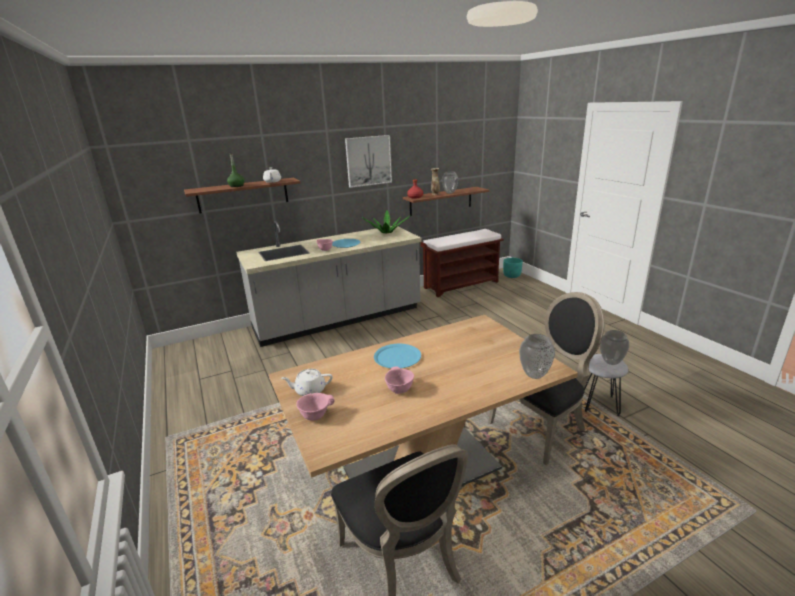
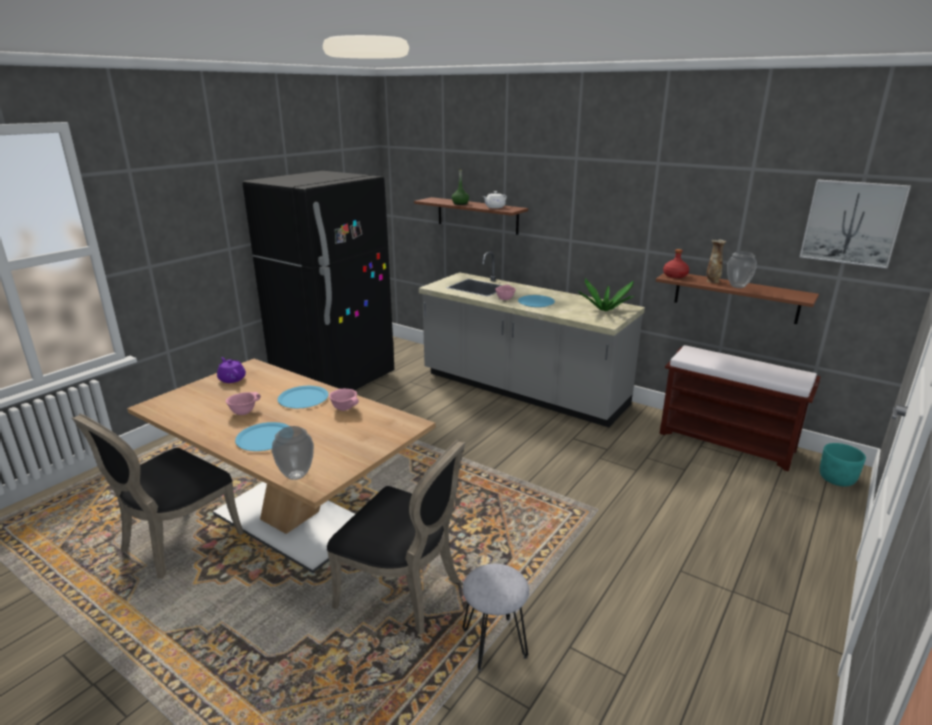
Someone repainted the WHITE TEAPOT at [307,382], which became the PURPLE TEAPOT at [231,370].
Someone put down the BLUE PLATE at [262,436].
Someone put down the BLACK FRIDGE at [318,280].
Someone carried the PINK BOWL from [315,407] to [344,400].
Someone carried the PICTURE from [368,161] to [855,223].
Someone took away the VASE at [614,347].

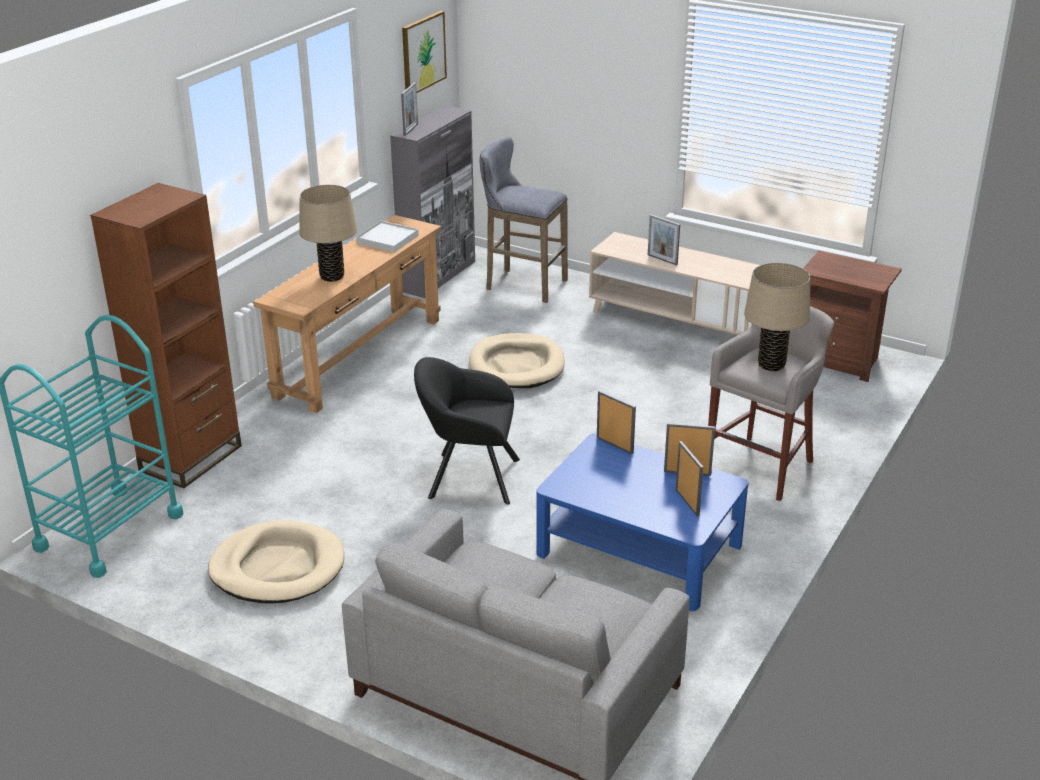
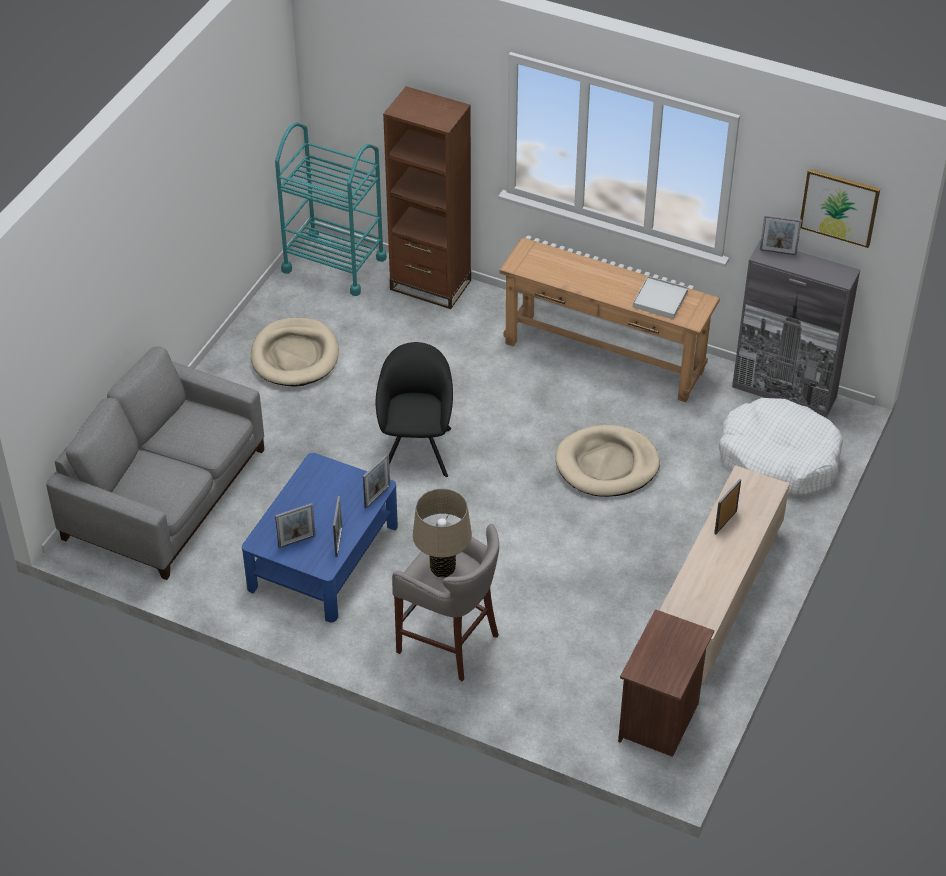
Someone swapped the GREY STOOL at [524,220] for the WHITE DOG BED at [781,447].
Someone took away the BEIGE TABLE LAMP at [328,233].

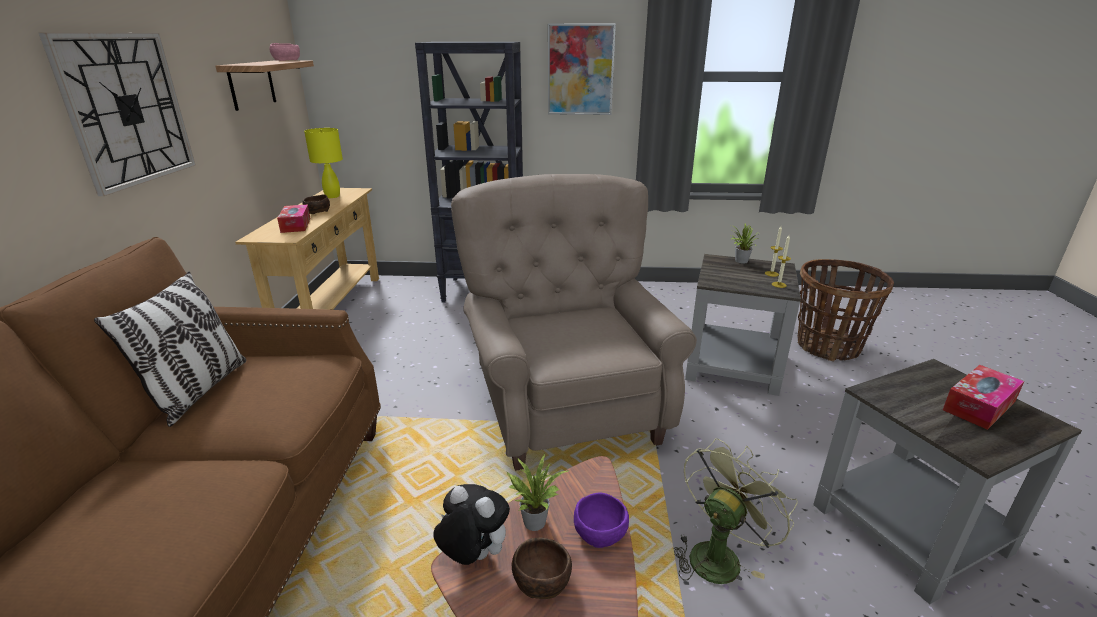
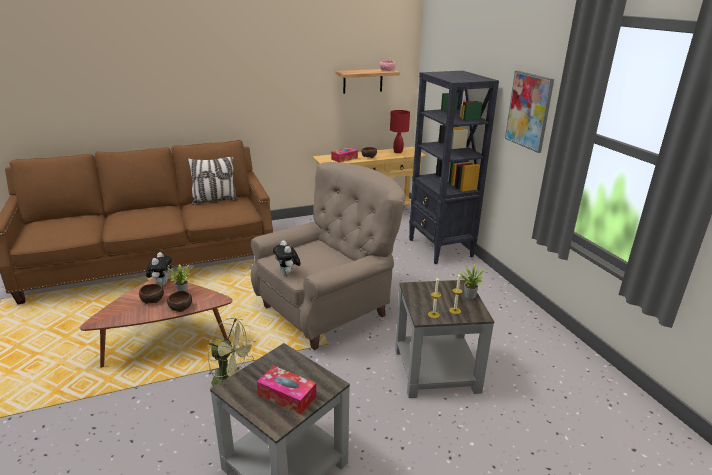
Someone repainted the PURPLE BOWL at [601,520], which became the BROWN BOWL at [179,301].
Someone put down the PLUSH TOY at [287,257].
Someone repainted the YELLOW TABLE LAMP at [323,163], which became the RED TABLE LAMP at [400,131].
Someone took away the WALL CLOCK at [117,114].
Someone took away the BASKET at [846,310].

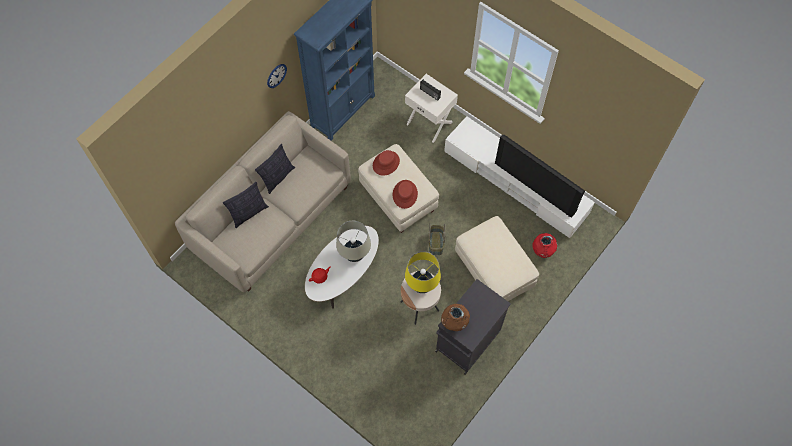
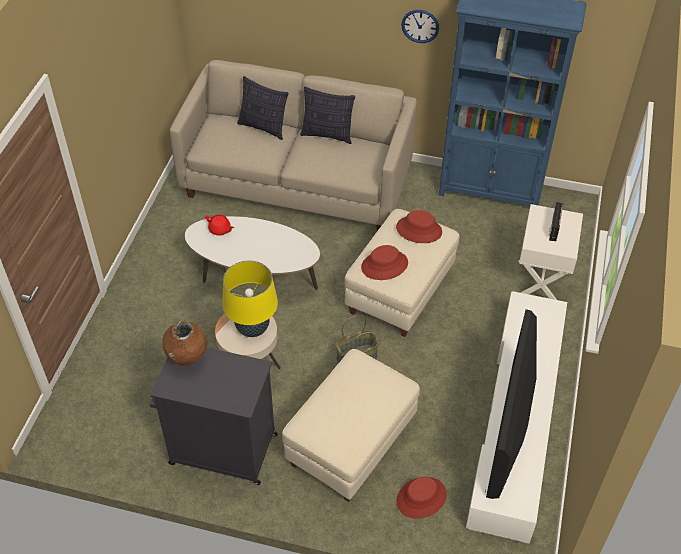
Someone swapped the RED VASE at [544,245] for the RED HAT at [421,498].
Someone took away the BEIGE TABLE LAMP at [353,241].

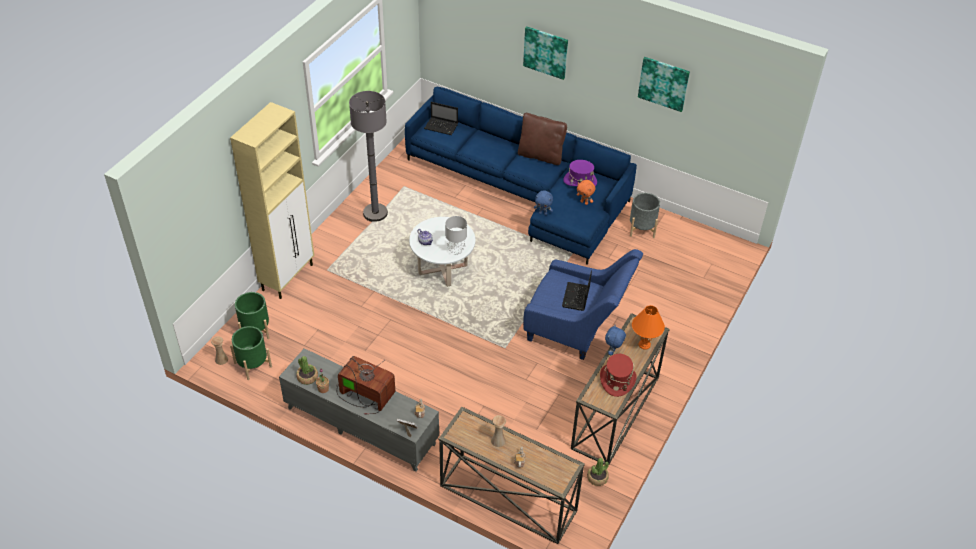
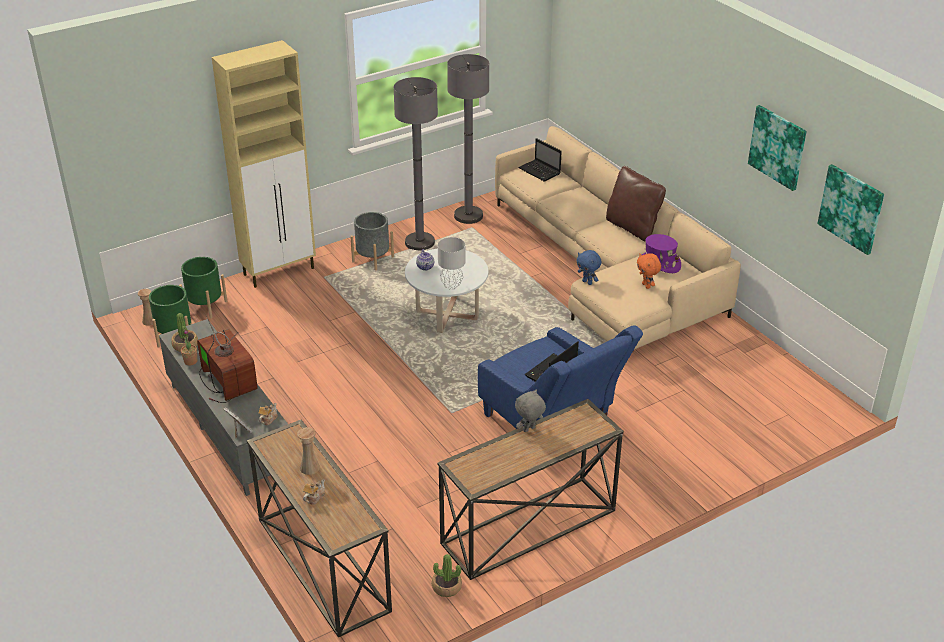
Someone carried the GREY PLANTER from [645,215] to [372,241].
Someone put down the GREY FLOOR LAMP at [468,139].
Someone repainted the BLUE SOFA at [521,176], which became the BEIGE SOFA at [618,238].
Someone repainted the BLUE PLUSH TOY at [615,340], which became the GREY PLUSH TOY at [530,410].
Someone carried the PICTURE from [545,53] to [850,209].
Someone took away the RED HAT at [618,375].
Someone took away the ORANGE TABLE LAMP at [648,327].

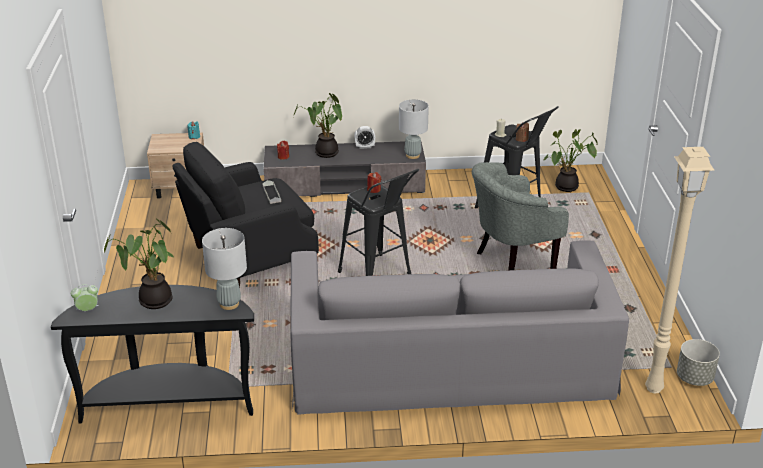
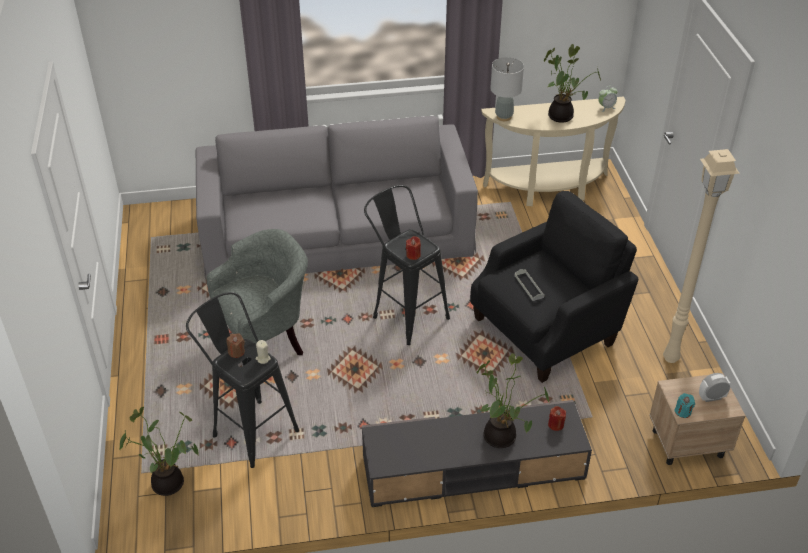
Someone repainted the BLACK CONSOLE TABLE at [152,354], which became the BEIGE CONSOLE TABLE at [553,151].
Someone carried the BEIGE FLOOR LAMP from [680,270] to [701,256].
Someone carried the ALARM CLOCK from [364,137] to [715,387].
Someone took away the GREY TABLE LAMP at [414,129].
Someone took away the GREY PLANTER at [698,362].

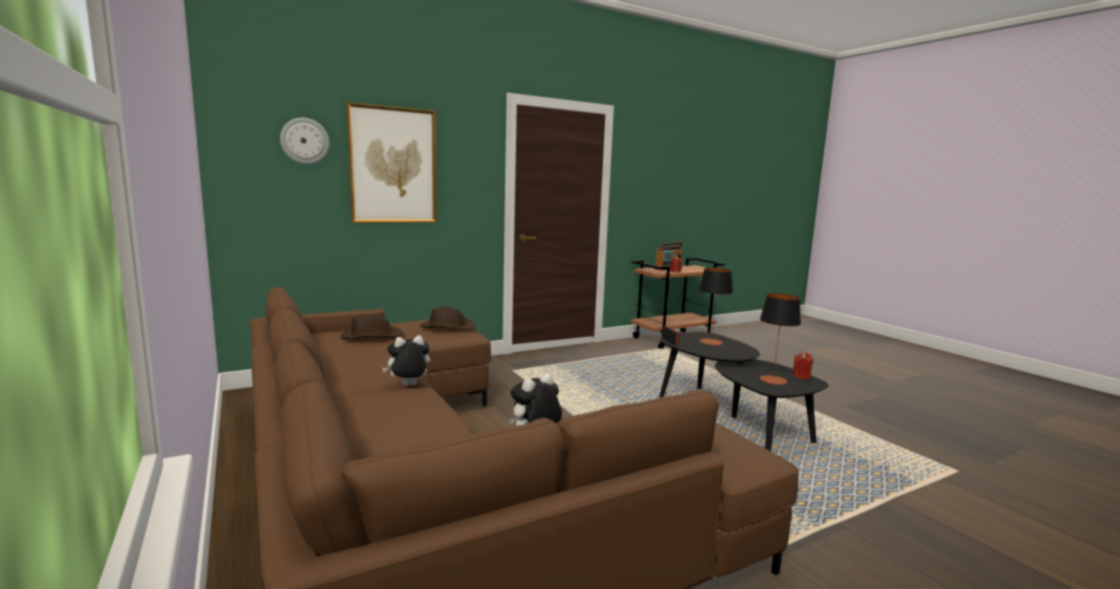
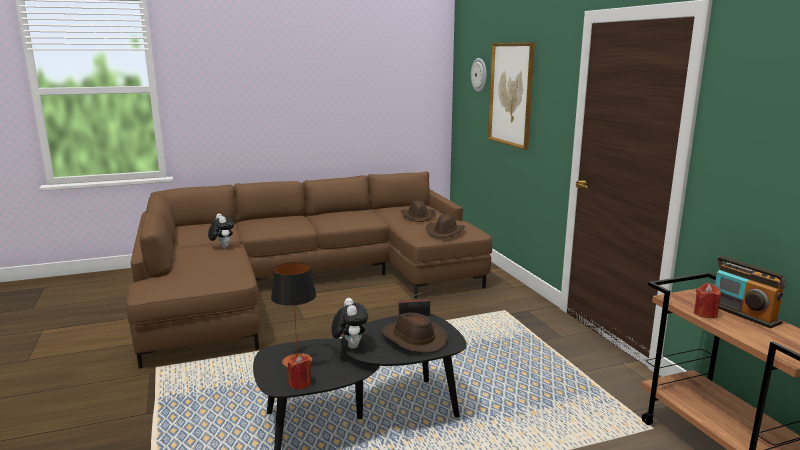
Someone carried the PLUSH TOY from [406,360] to [350,323].
Someone swapped the TABLE LAMP at [716,306] for the BROWN HAT at [414,333].

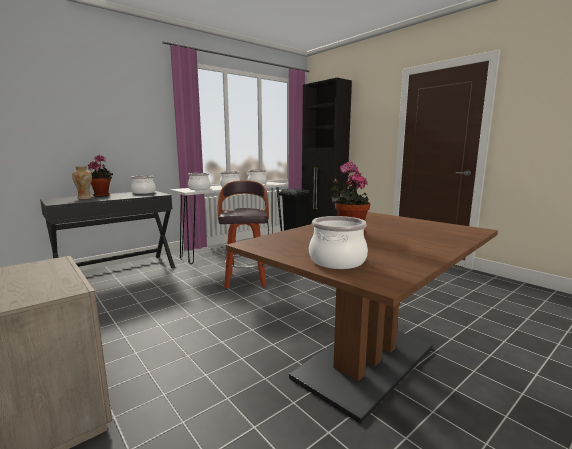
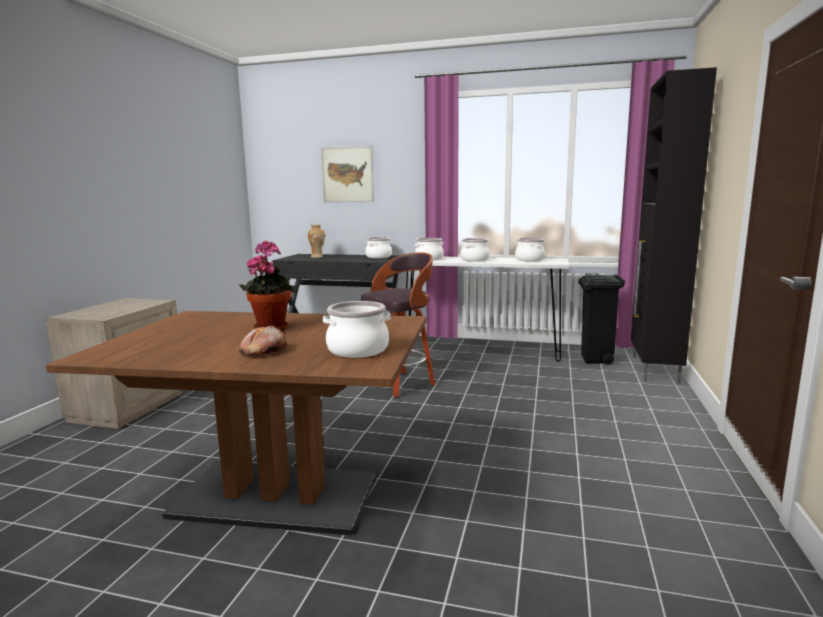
Someone put down the BREAD at [263,340].
Someone put up the PICTURE at [347,174].
Someone carried the COOKING POT from [338,242] to [357,329].
Someone took away the POTTED PLANT at [100,176].

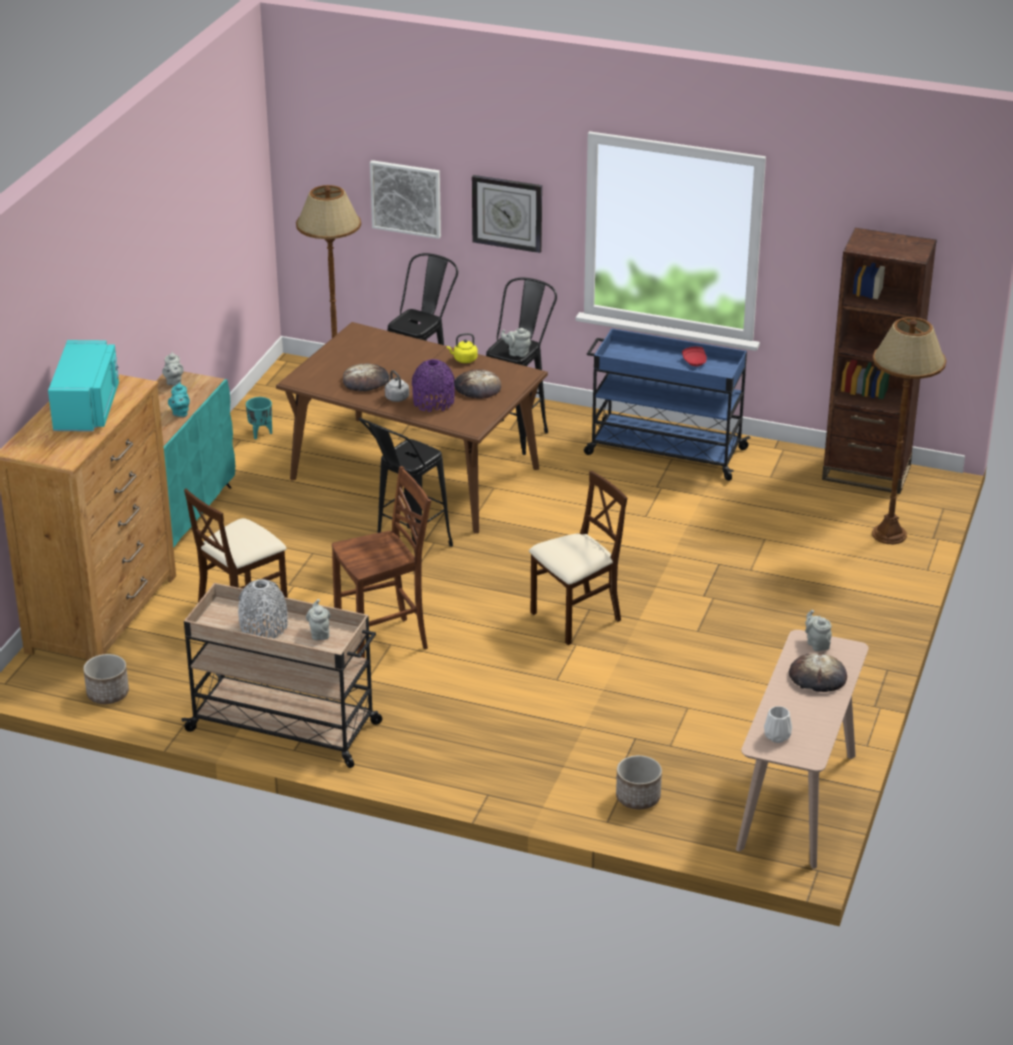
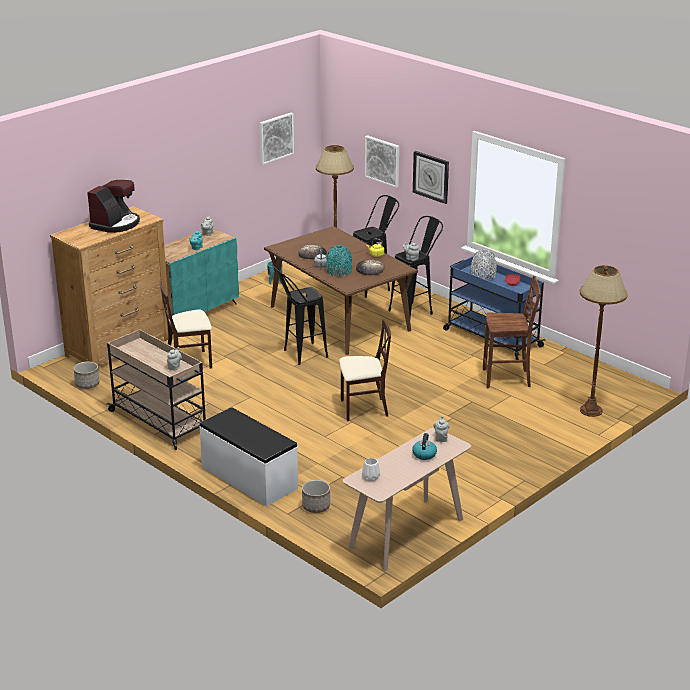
Someone swapped the TURQUOISE MICROWAVE at [83,386] for the COFFEE MACHINE at [113,206].
Someone put down the WHITE BENCH at [248,456].
Someone put up the PICTURE at [276,139].
Someone repainted the PURPLE VASE at [433,385], which became the TURQUOISE VASE at [339,261].
Someone swapped the BREAD at [818,672] for the KETTLE at [424,446].
Someone carried the GREY VASE from [263,609] to [484,264].
Someone carried the BROWN CHAIR from [381,562] to [512,332].
Someone took away the BROWN BOOKCASE at [879,361].

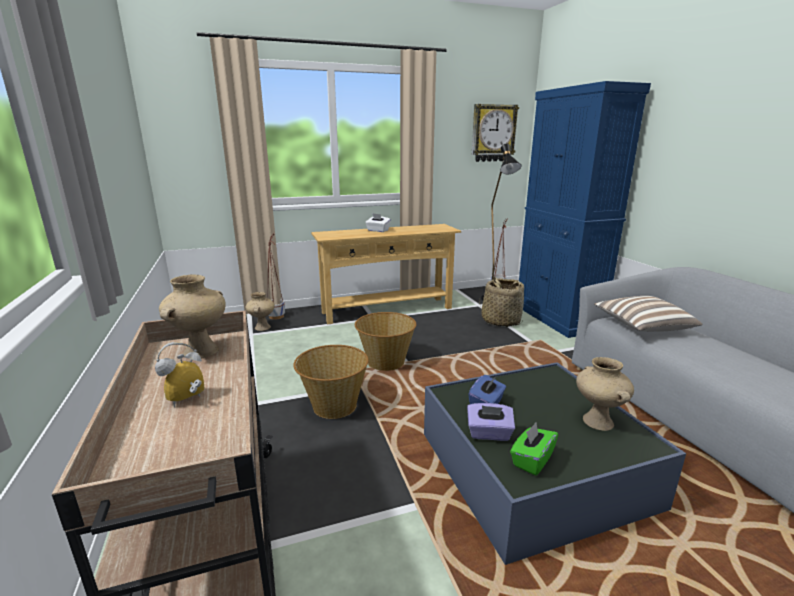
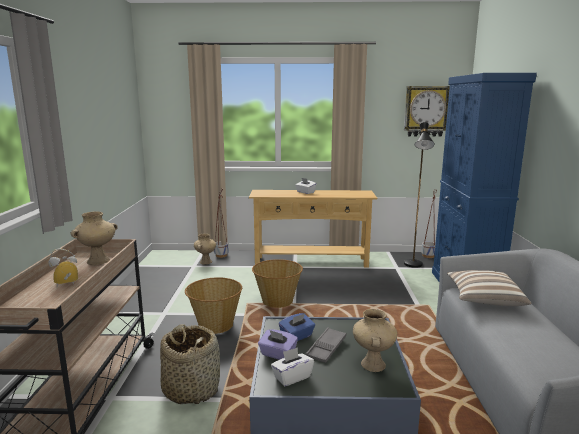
Someone carried the BASKET from [501,302] to [190,364].
Someone repainted the GREEN TISSUE BOX at [534,449], which became the WHITE TISSUE BOX at [292,366].
Someone put down the GREY TRAY at [326,345].

